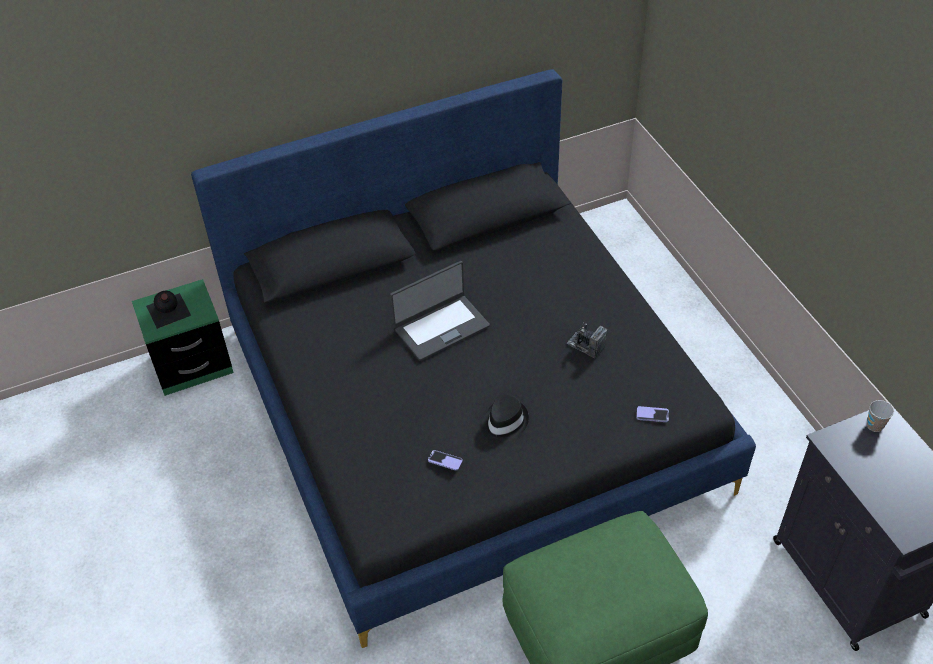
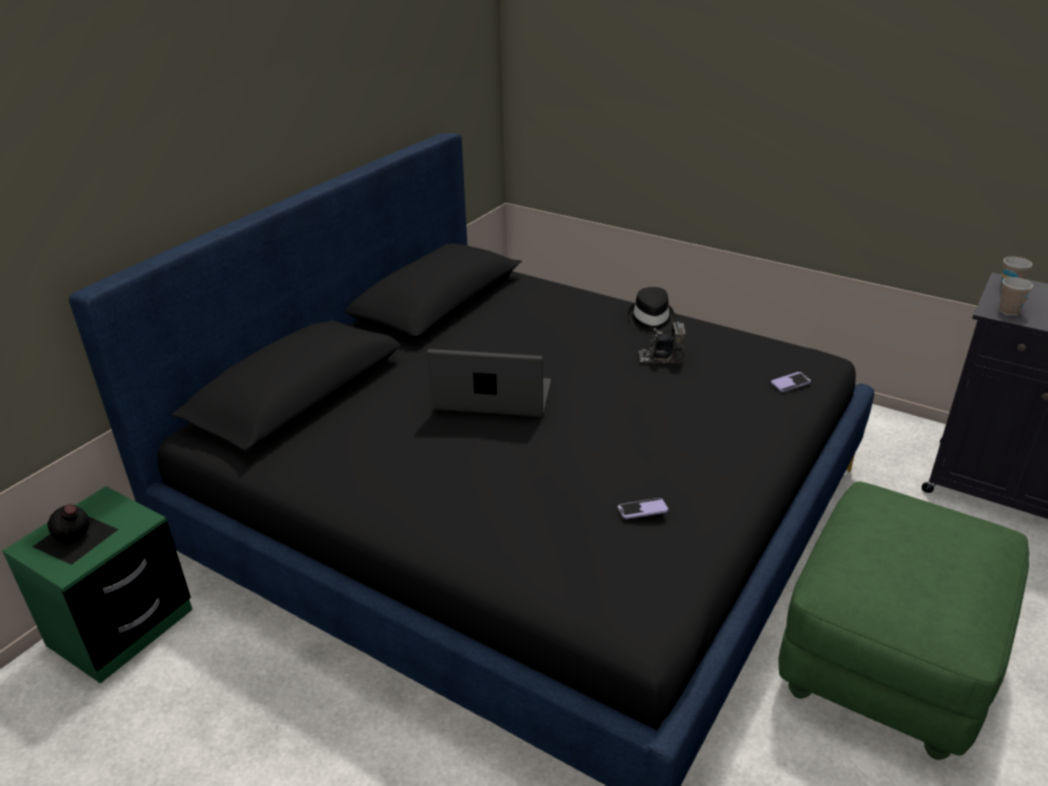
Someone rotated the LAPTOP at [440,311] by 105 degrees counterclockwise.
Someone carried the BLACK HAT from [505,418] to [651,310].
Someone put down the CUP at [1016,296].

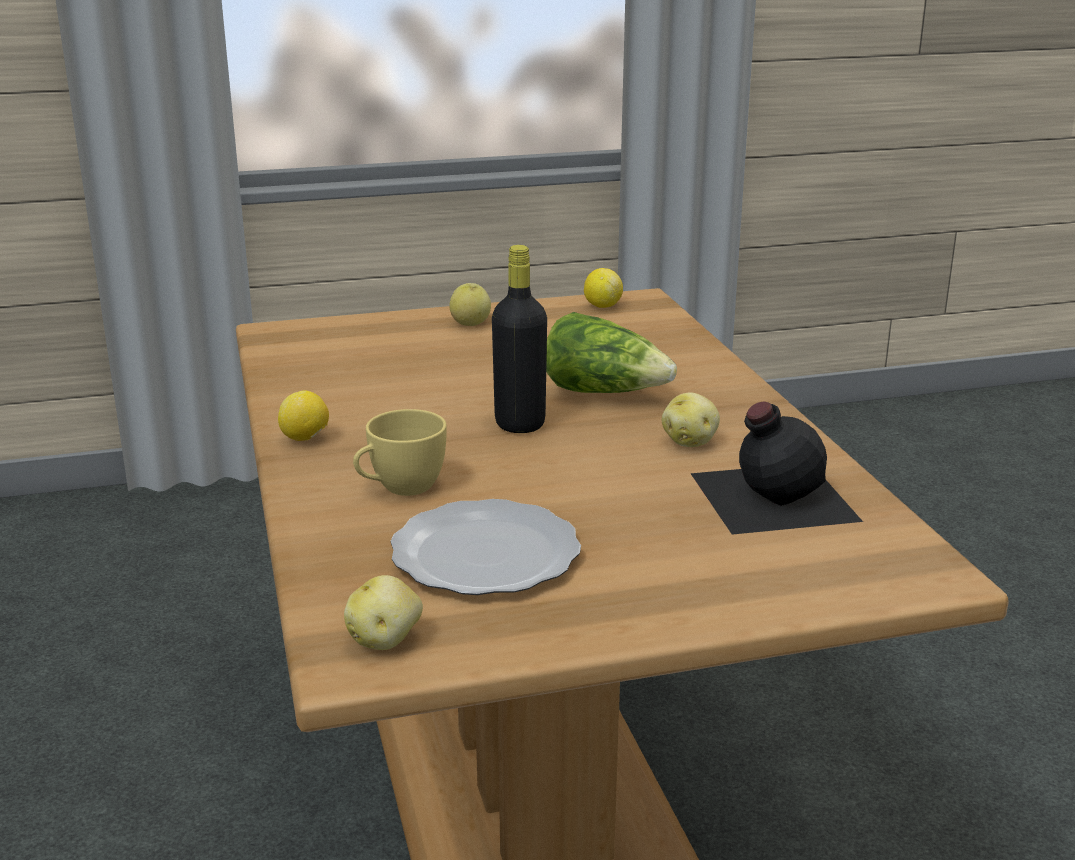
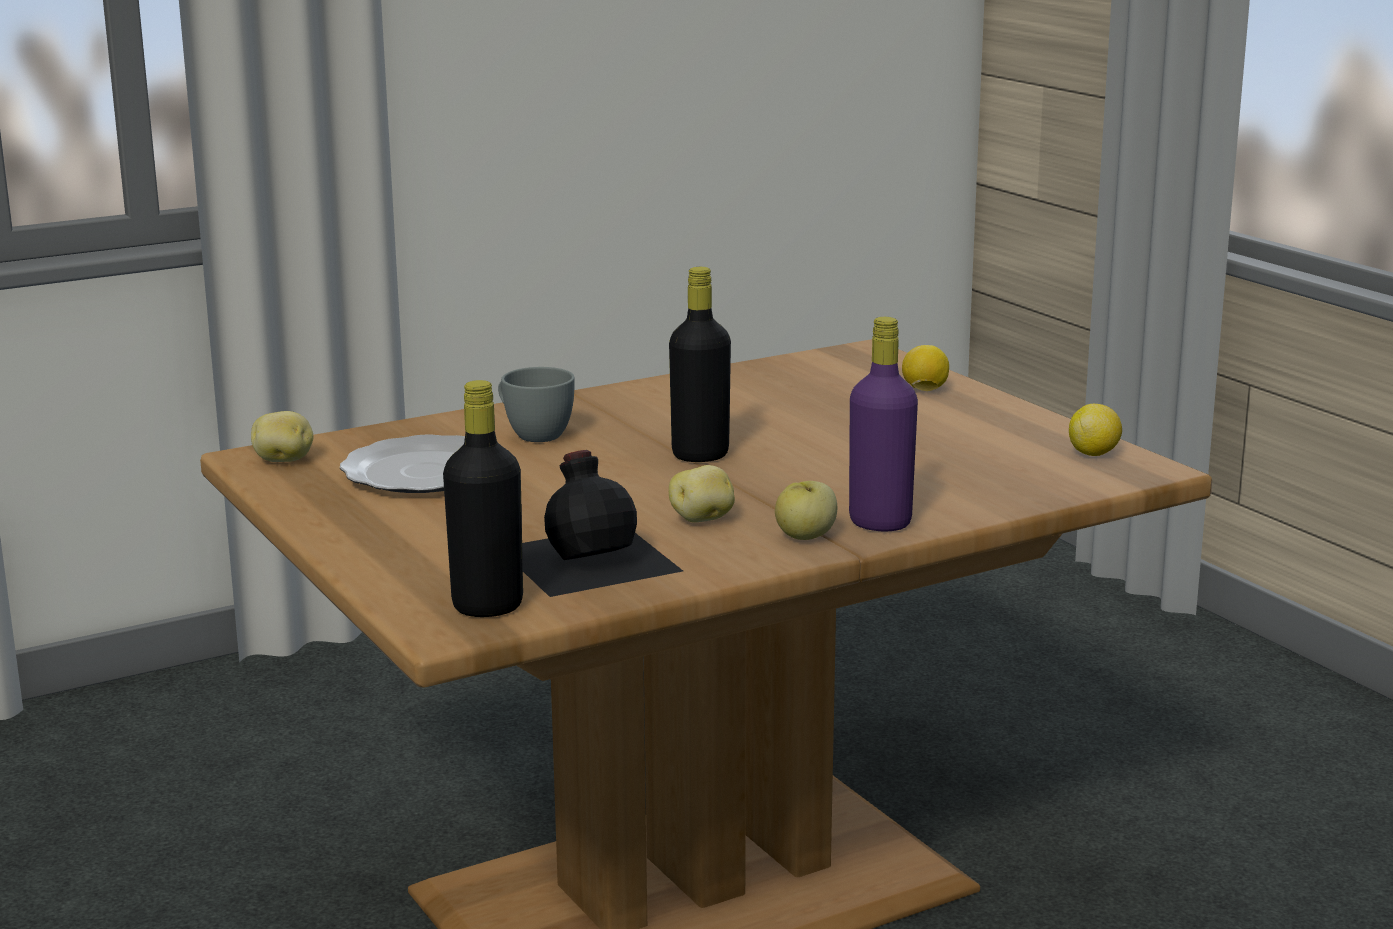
Someone put down the BLACK BOTTLE at [483,498].
Someone repainted the YELLOW CUP at [400,452], which became the GREY CUP at [536,404].
Someone carried the APPLE from [470,304] to [806,510].
Someone put down the PURPLE BOTTLE at [883,424].
Someone carried the LEMON from [303,415] to [925,368].
Someone took away the LETTUCE at [611,352].

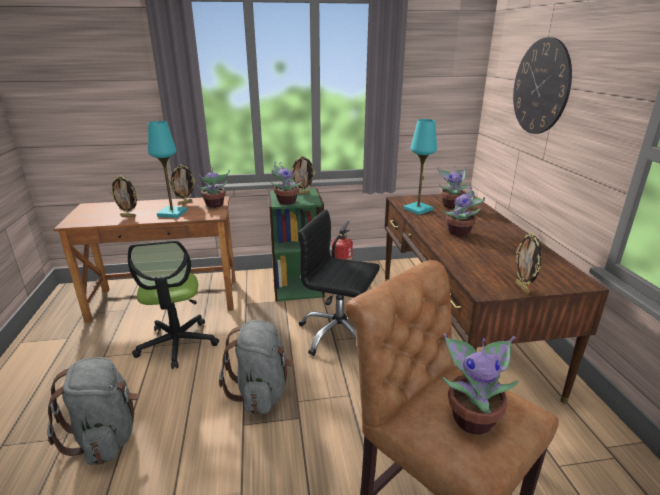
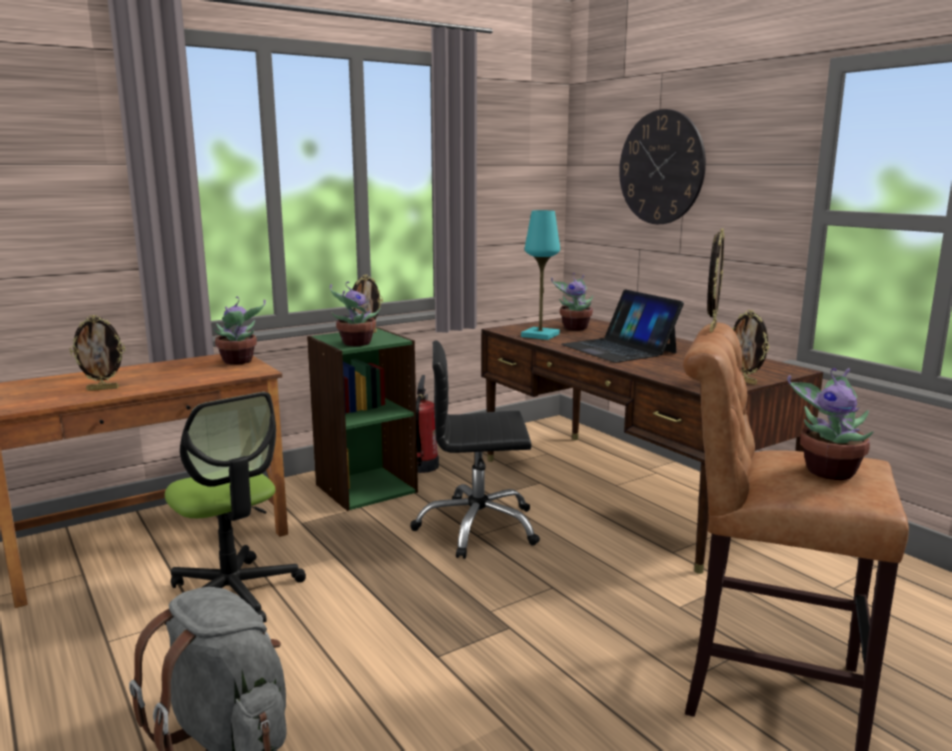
Someone swapped the POTTED PLANT at [464,211] for the LAPTOP at [622,326].
Someone carried the PICTURE FRAME from [182,184] to [716,280].
Someone took away the TURQUOISE TABLE LAMP at [167,169].
Someone took away the GREY BACKPACK at [256,367].

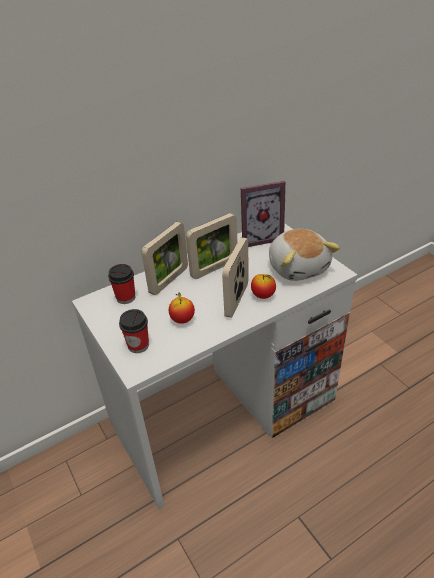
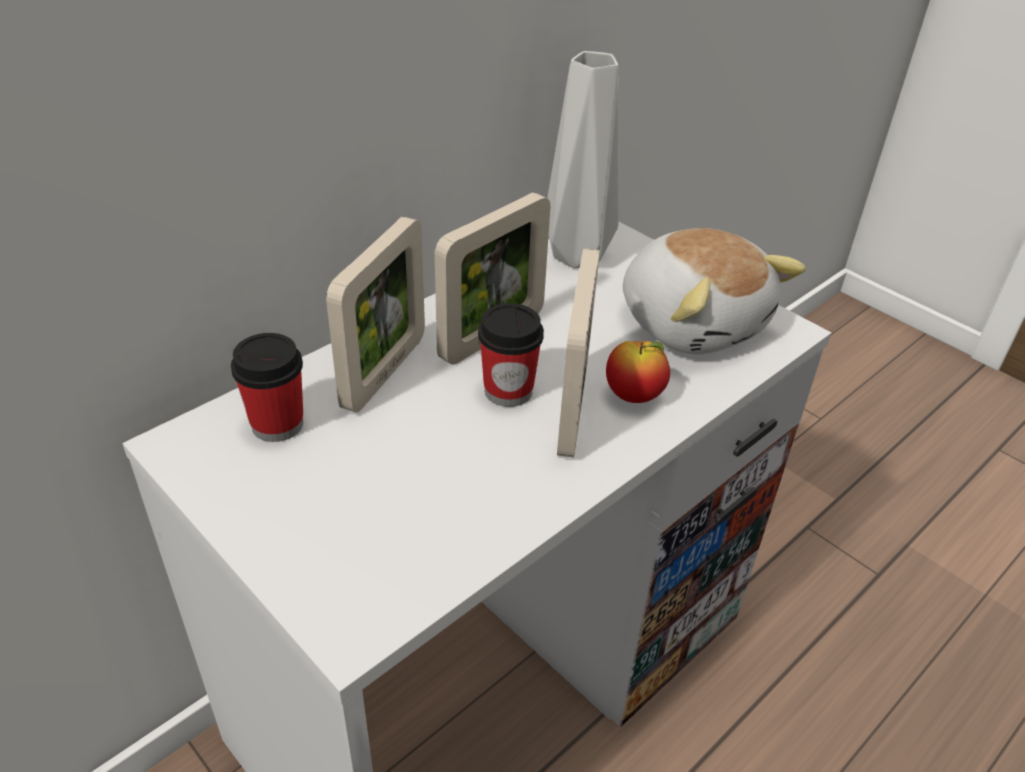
Someone carried the CUP from [134,331] to [511,355].
Someone swapped the PICTURE FRAME at [263,214] for the GREY VASE at [583,159].
Someone took away the APPLE at [182,308].

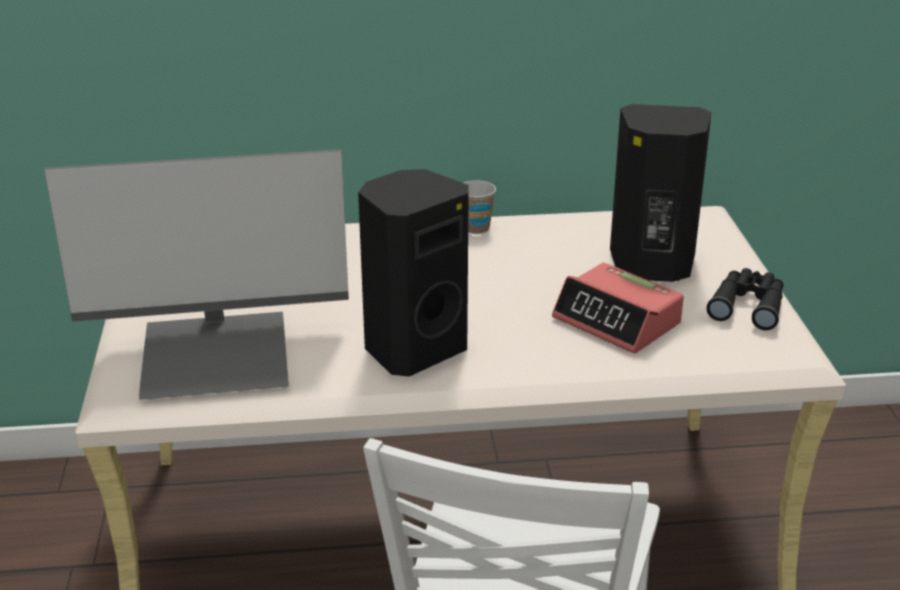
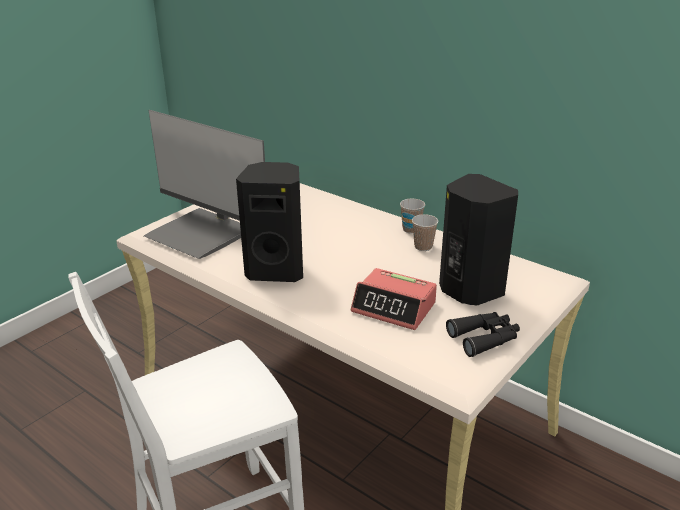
Someone rotated the ALARM CLOCK at [618,308] by 60 degrees counterclockwise.
Someone put down the CUP at [425,232].

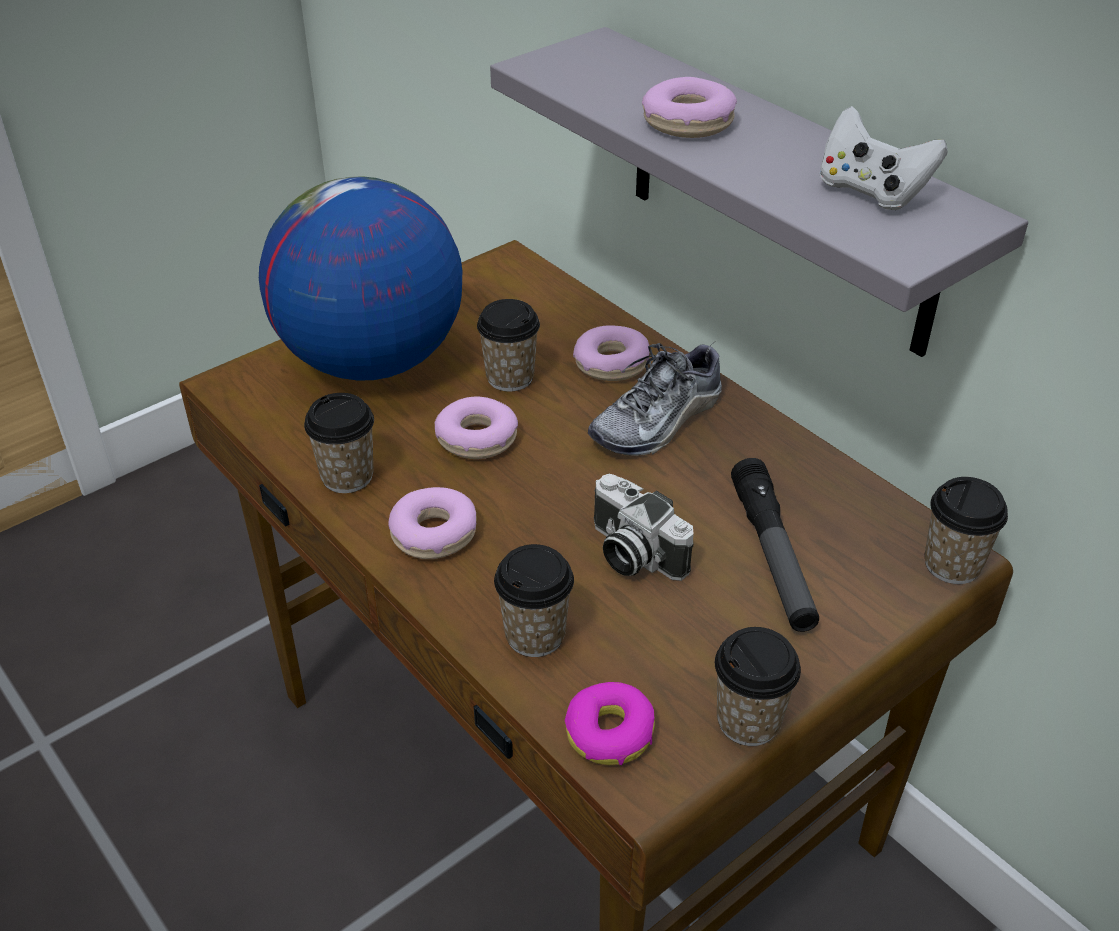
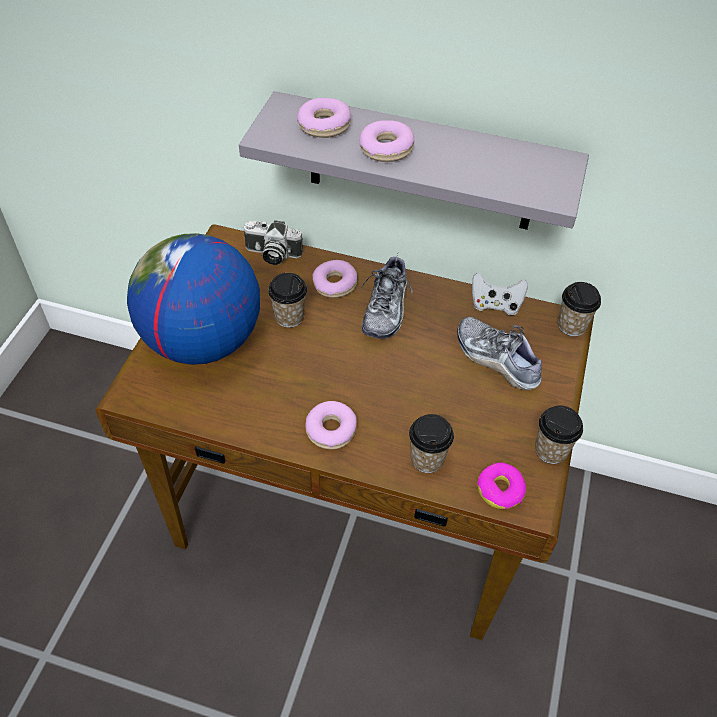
Someone carried the PHOTO CAMERA from [644,527] to [273,242].
Someone carried the DONUT from [476,428] to [324,118].
Someone swapped the FLASHLIGHT at [775,545] for the SHOE at [499,353].
Someone carried the WHITE GAME CONTROLLER from [883,158] to [500,294].
Someone took away the CUP at [339,443].

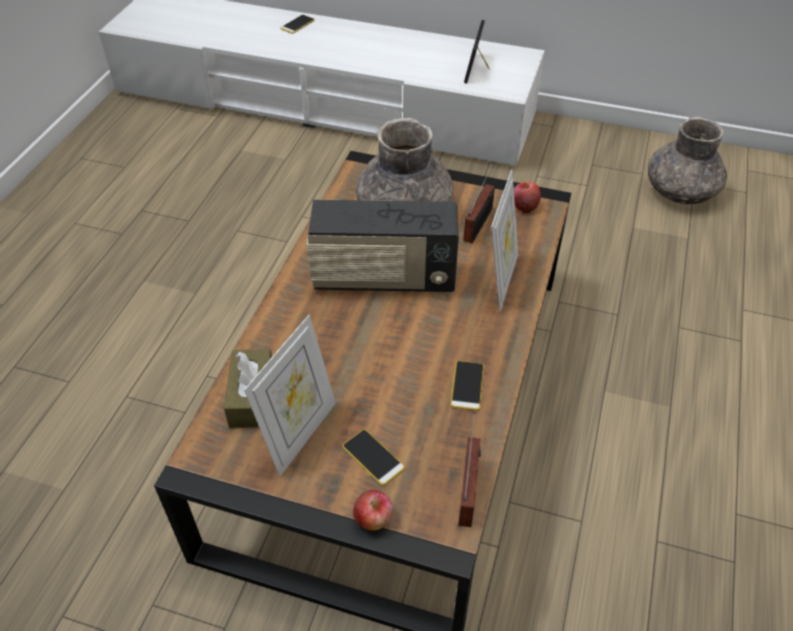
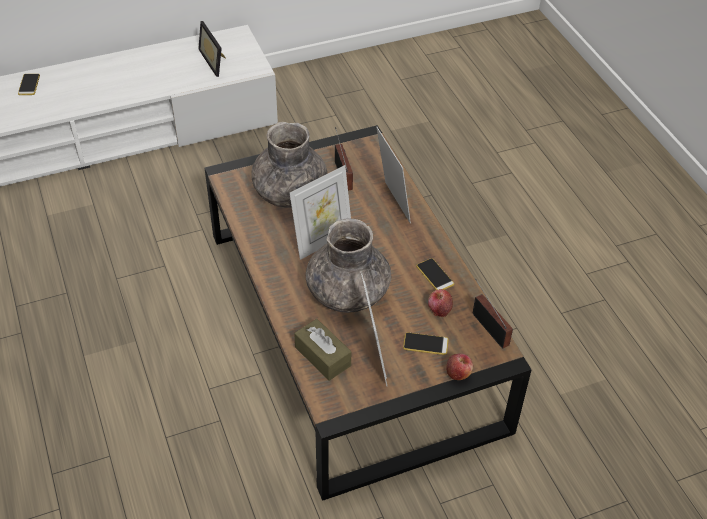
Someone swapped the RADIO at [382,245] for the PICTURE FRAME at [320,212].
Someone carried the GREY VASE from [687,160] to [348,265].
Someone carried the APPLE from [527,197] to [440,303].

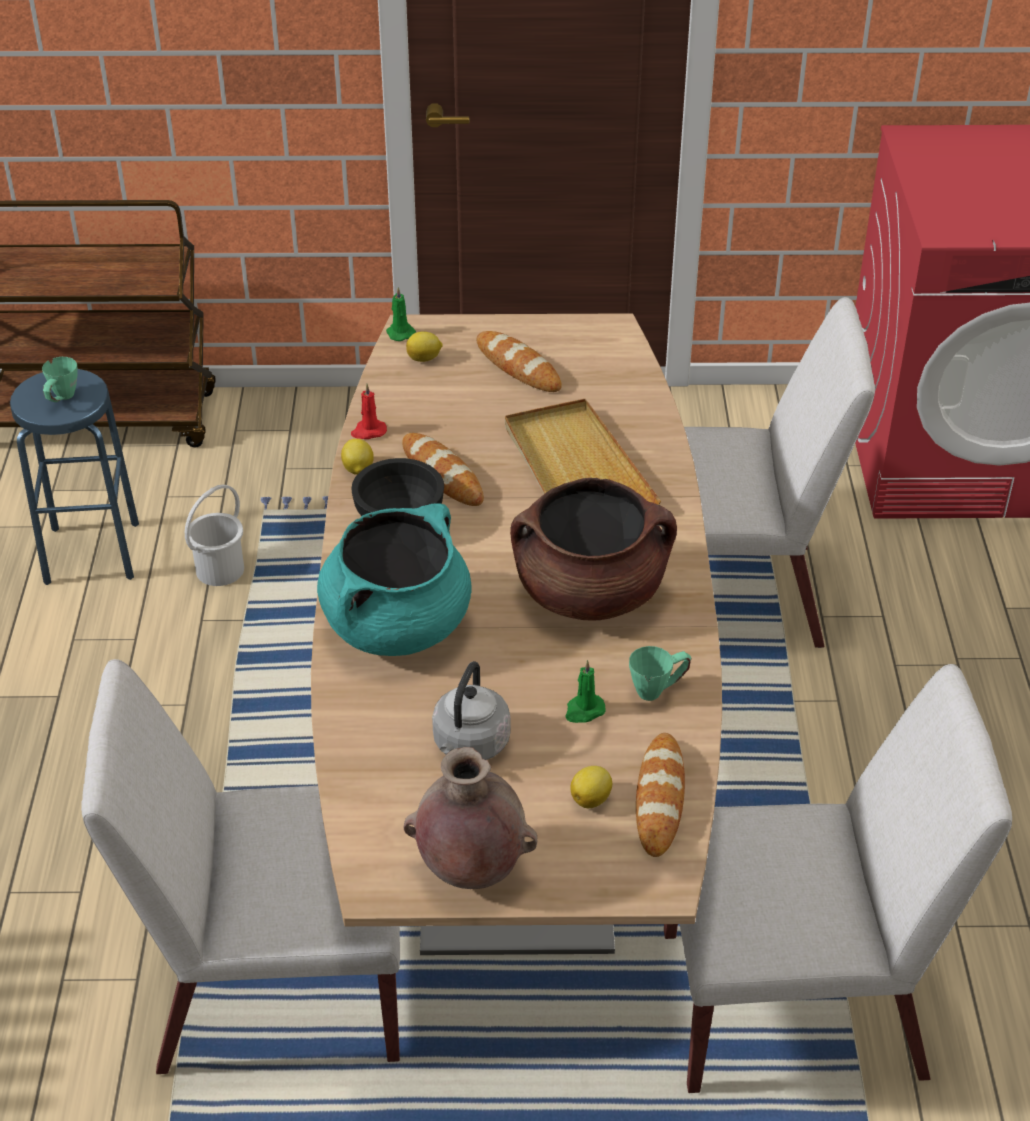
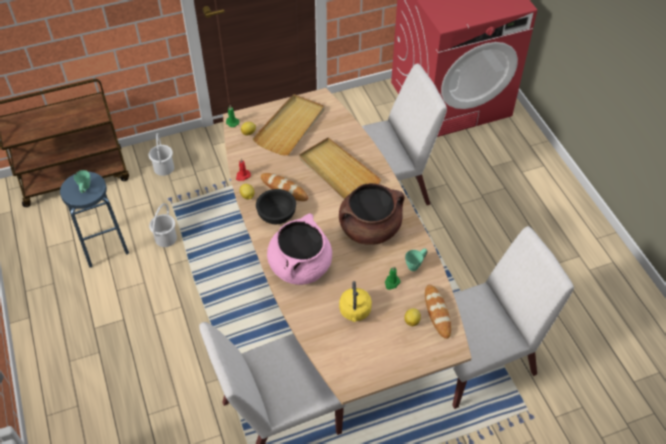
Someone put down the WHITE BUCKET at [161,154].
Someone swapped the BREAD at [519,361] for the BEIGE TRAY at [288,125].
Someone repainted the TURQUOISE COOKING POT at [394,579], which became the PINK COOKING POT at [299,249].
Someone repainted the GREY KETTLE at [471,710], which became the YELLOW KETTLE at [355,301].
Someone took away the BROWN VASE at [470,818].

